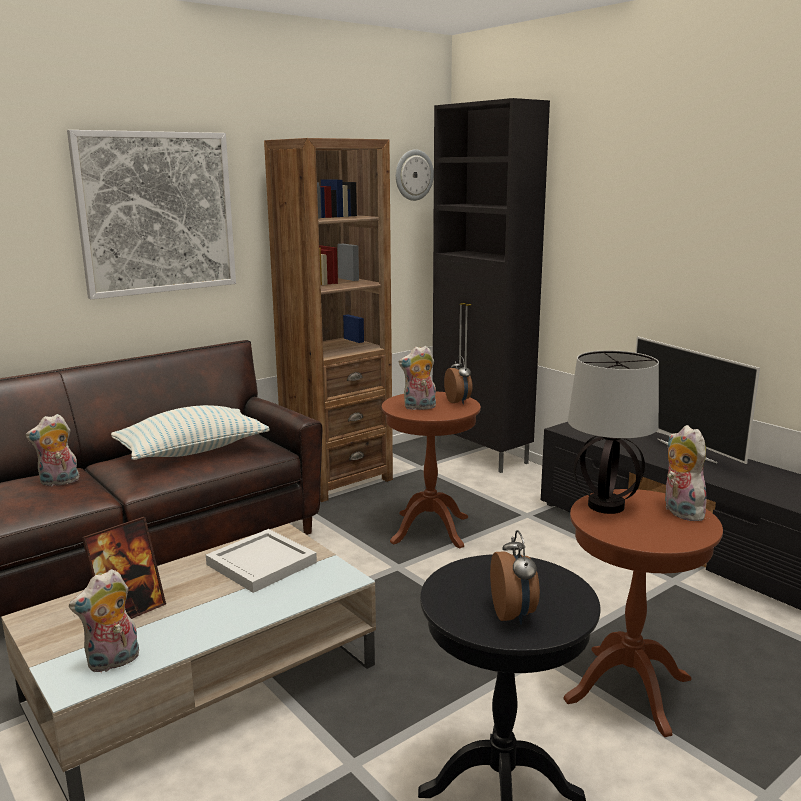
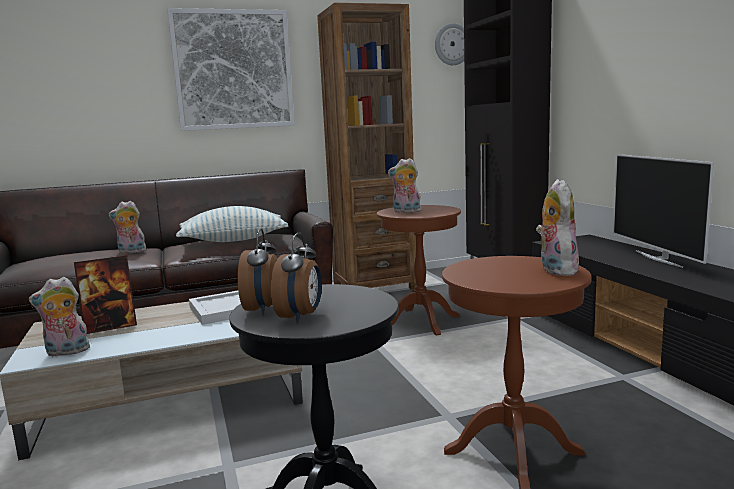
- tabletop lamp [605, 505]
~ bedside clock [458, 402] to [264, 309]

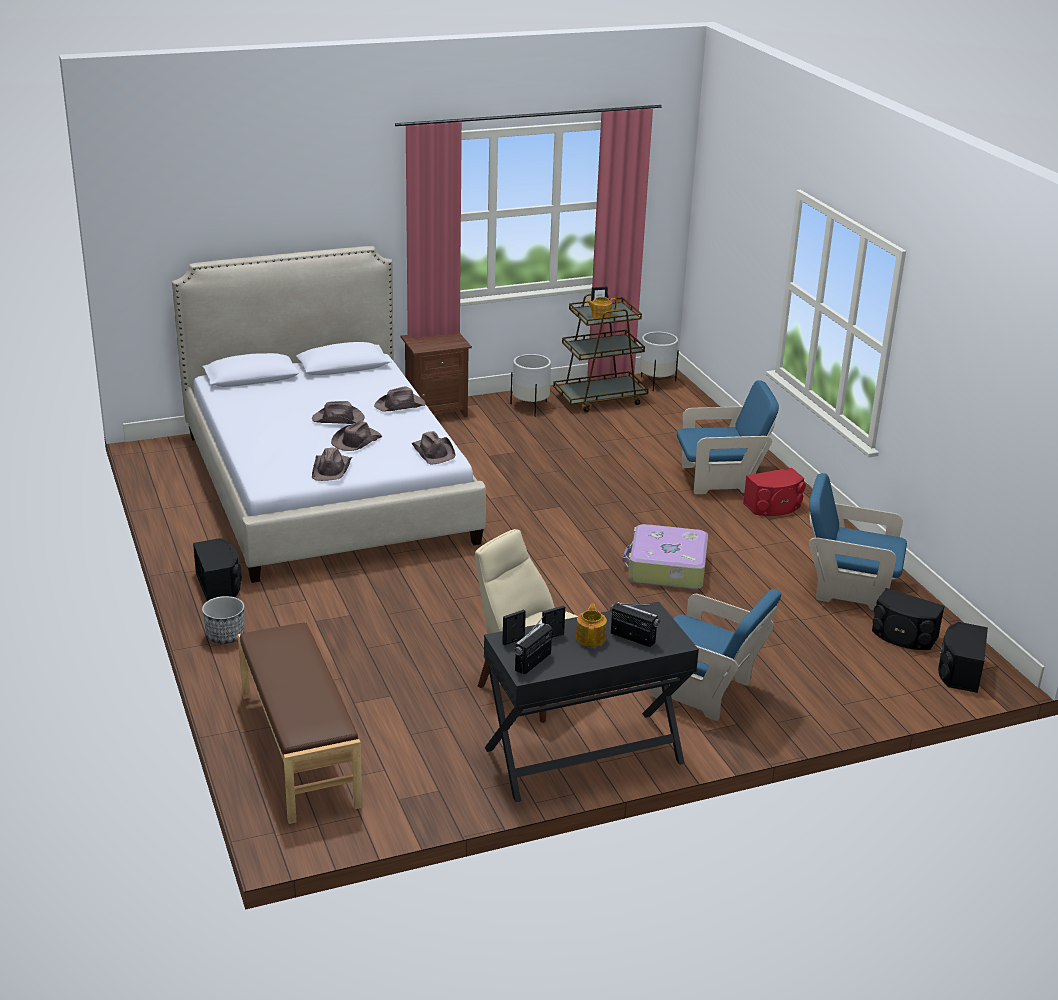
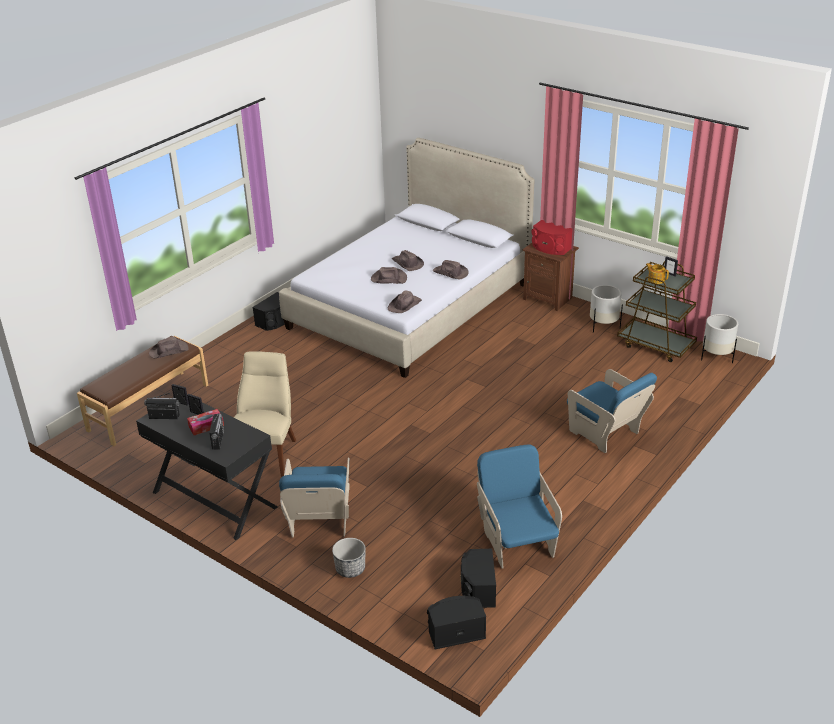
~ hat/brownish [332, 469] to [169, 351]
~ loudspeaker/reddish [774, 507] to [550, 248]
- piece of luggage [666, 568]
~ flower pot [225, 636] to [350, 569]
~ teapot [591, 637] to tissue holder [206, 426]

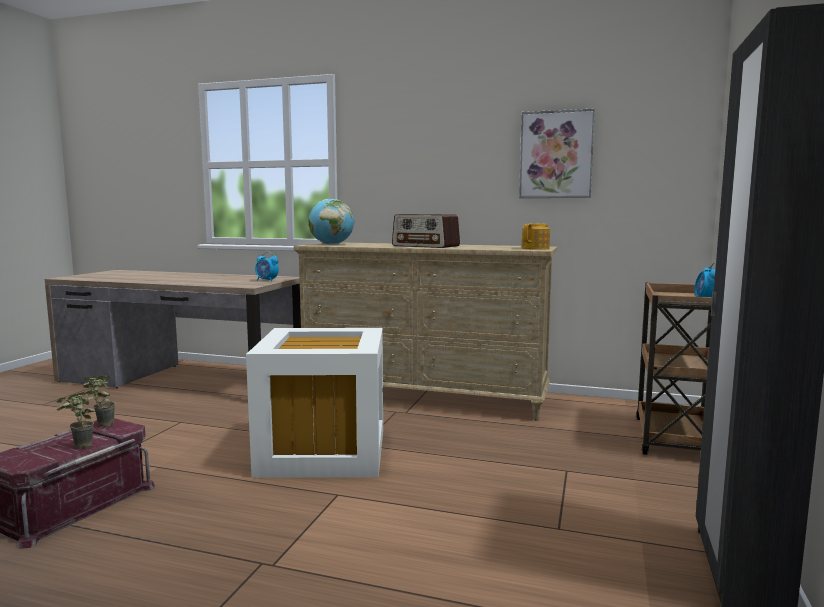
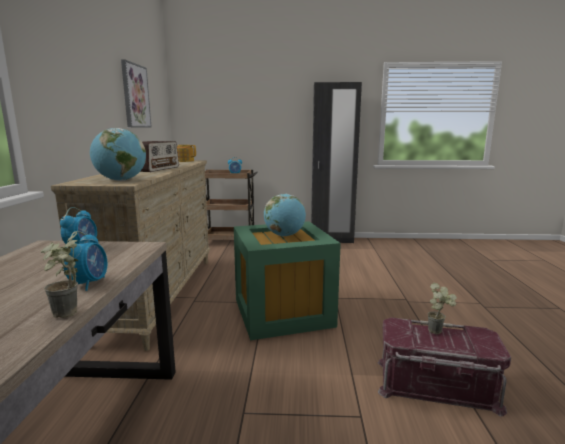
~ storage container/whitish [325, 452] to storage container/green [283, 311]
~ potted plant [100, 425] to [68, 316]
+ globe [284, 235]
+ bedside clock [89, 283]

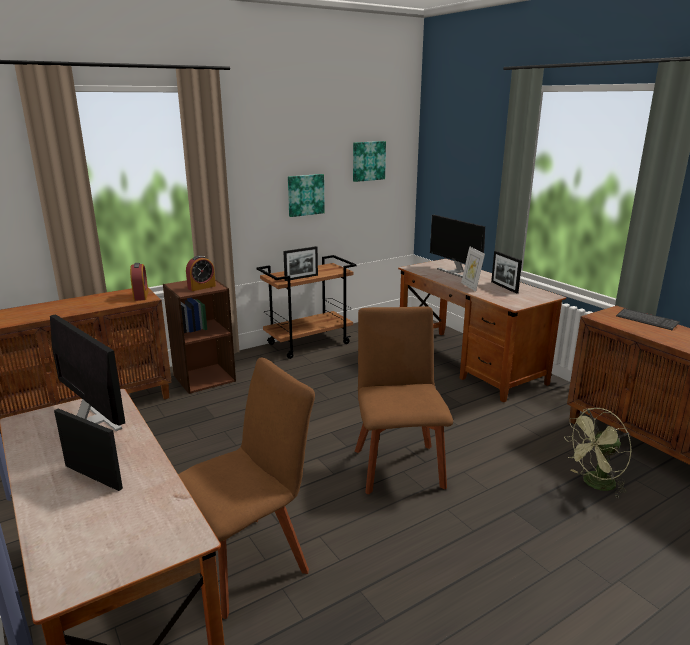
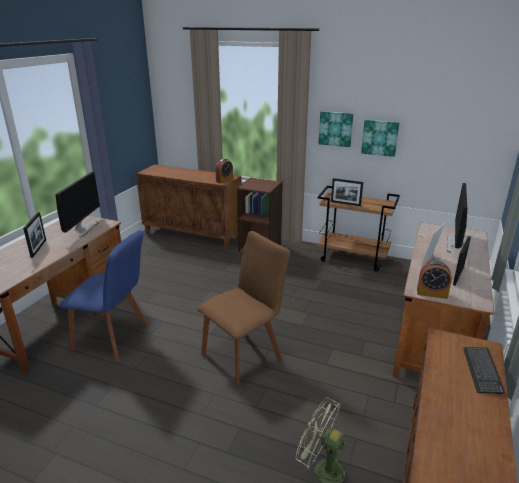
~ wall picture [368, 161] to [336, 128]
~ bedside clock [201, 287] to [432, 293]
~ upright chair/brownish [249, 560] to upright chair/blue [114, 338]

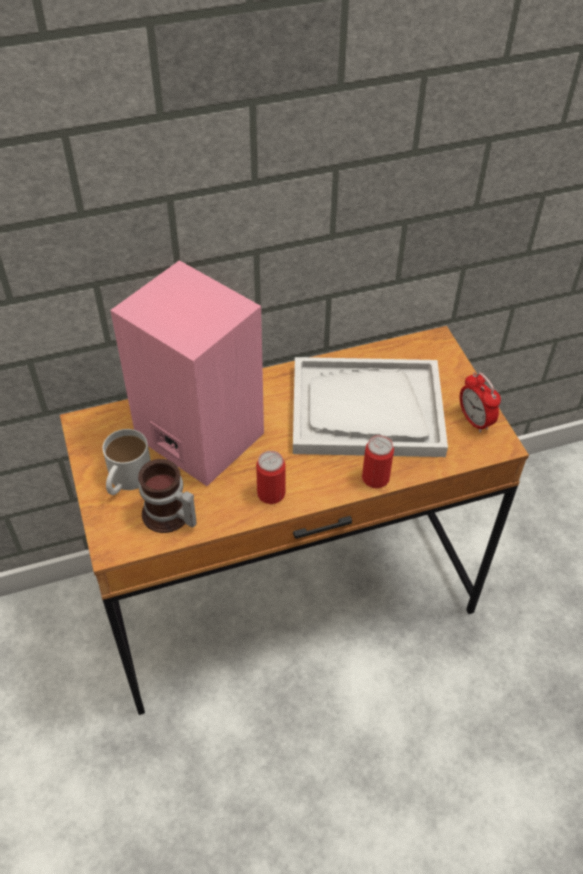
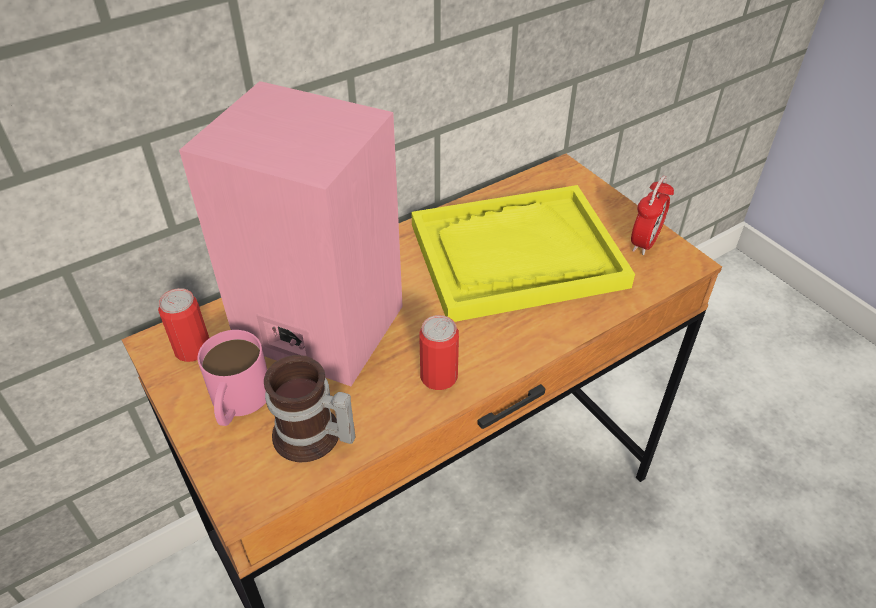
~ serving tray/whitish [366, 410] to serving tray/yellow-coloured [516, 256]
~ bedside clock [474, 420] = [644, 242] 105 degrees counterclockwise
~ tea mug/whitish [126, 479] to tea mug/pink [237, 402]
~ metal can [375, 478] to [193, 349]

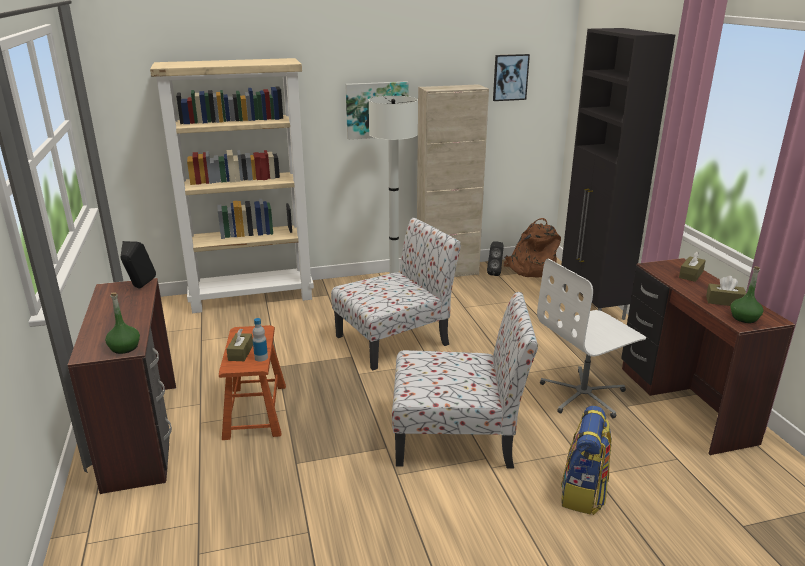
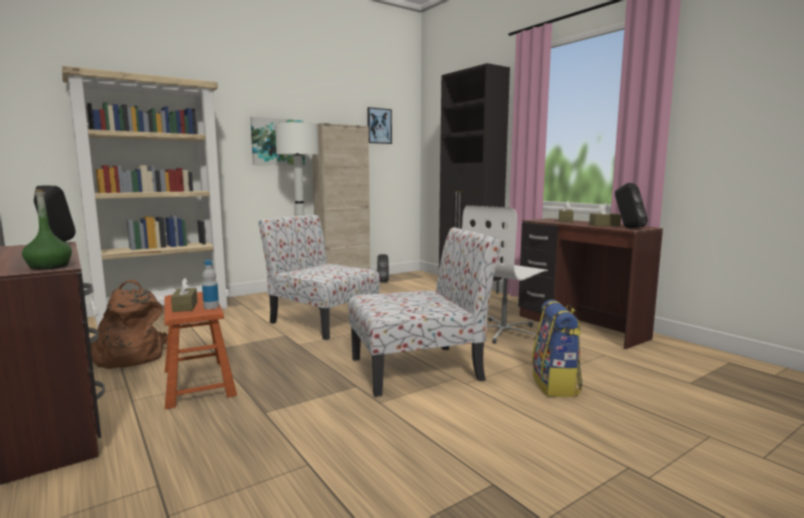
~ upright chair [395, 340] = [321, 322] 90 degrees counterclockwise
~ backpack/brownish [531, 269] to [128, 357]
~ drink bottle/green [744, 318] to loudspeaker/black-coloured [628, 228]

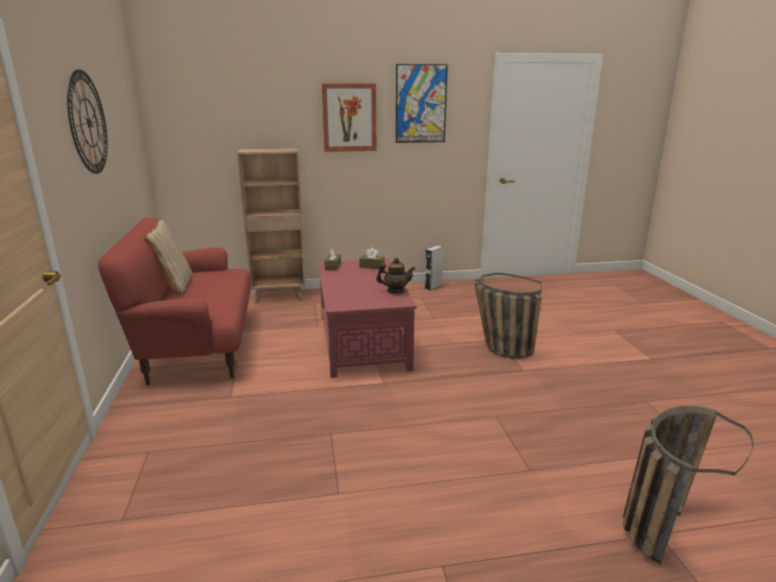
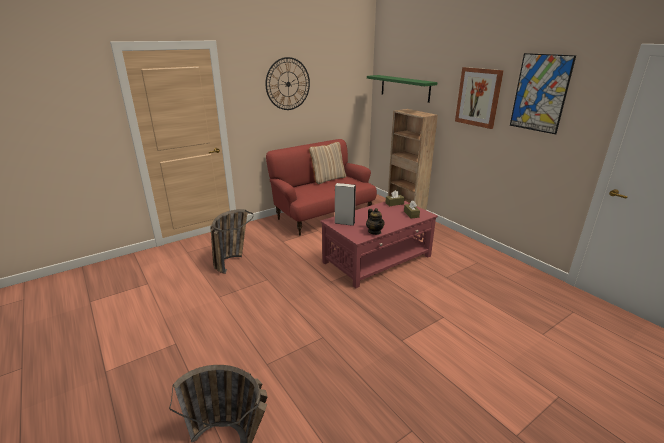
~ loudspeaker/greyish [433, 287] to [344, 222]
~ storage basket [498, 347] to [232, 260]
+ shelf/green [405, 88]

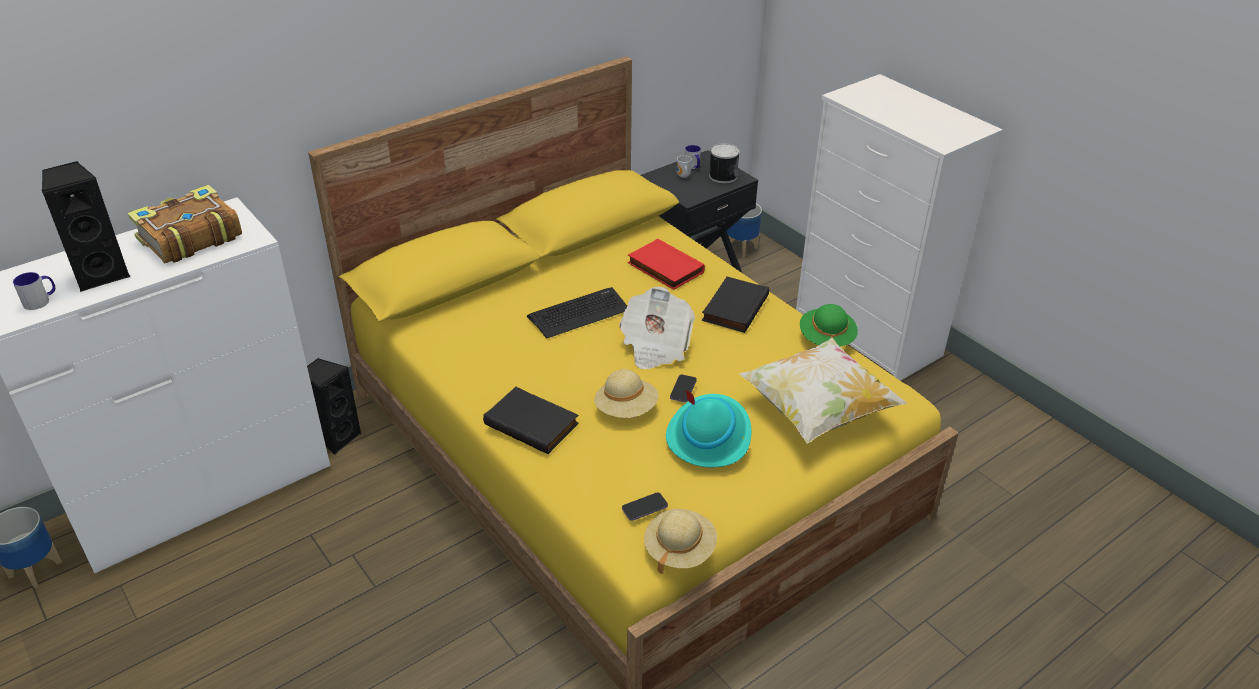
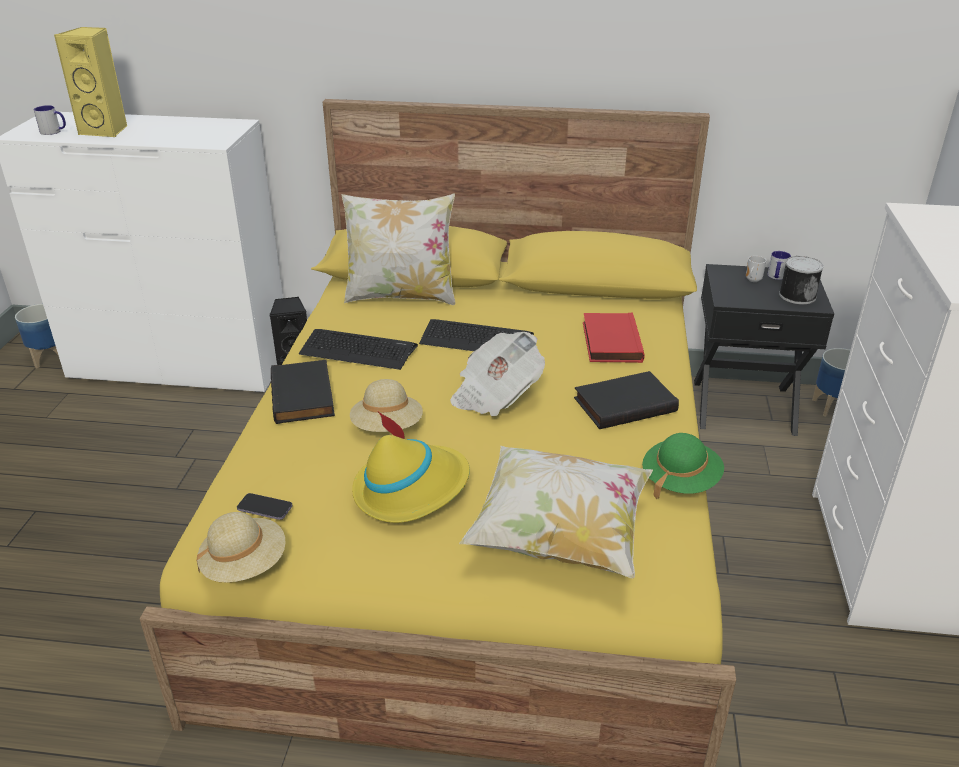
~ loudspeaker/black-coloured [101, 274] to loudspeaker/yellow-coloured [106, 131]
- book [189, 238]
- telephone [683, 389]
~ hat/blue-green [709, 436] to hat/yellow-coloured [411, 489]
+ cushion [401, 296]
+ PC keyboard [358, 350]

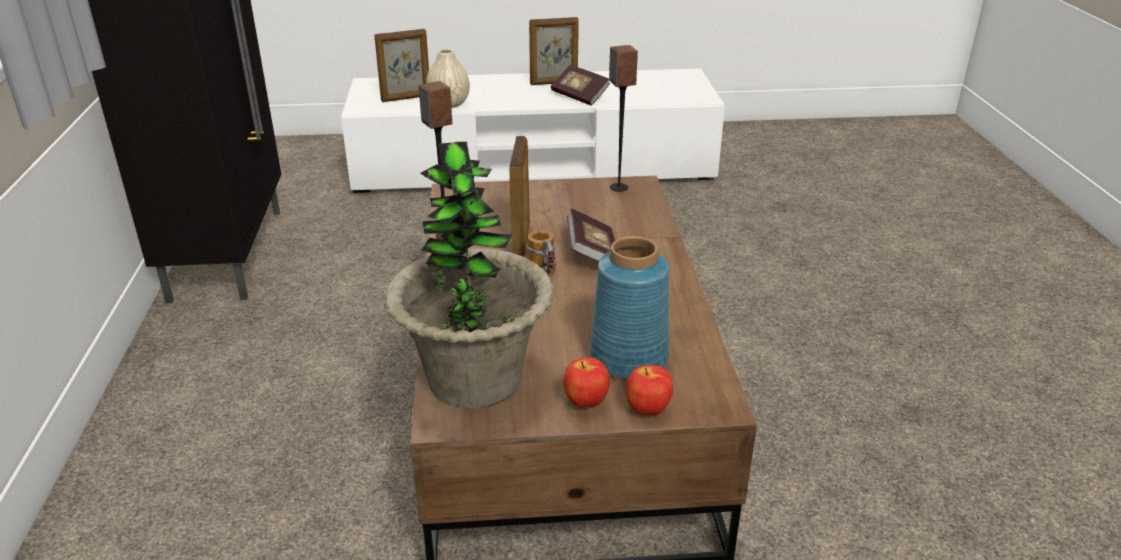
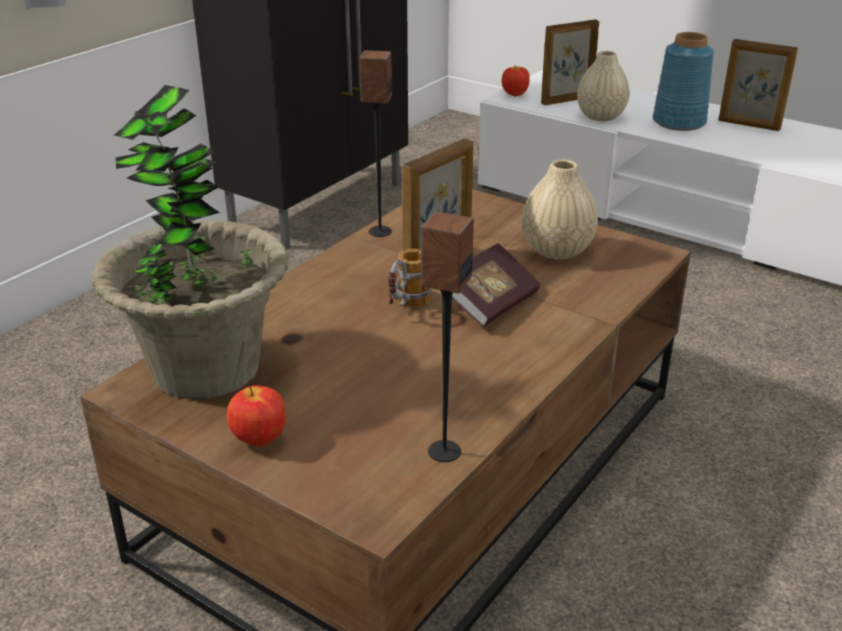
~ standing frame [406, 98] = [566, 100] 135 degrees clockwise
~ loudspeaker [618, 187] to [443, 451]
- book [580, 96]
~ flower vase/blue [627, 358] to [678, 122]
~ apple fruit [647, 410] to [514, 95]
+ flower vase/beige-coloured [557, 250]

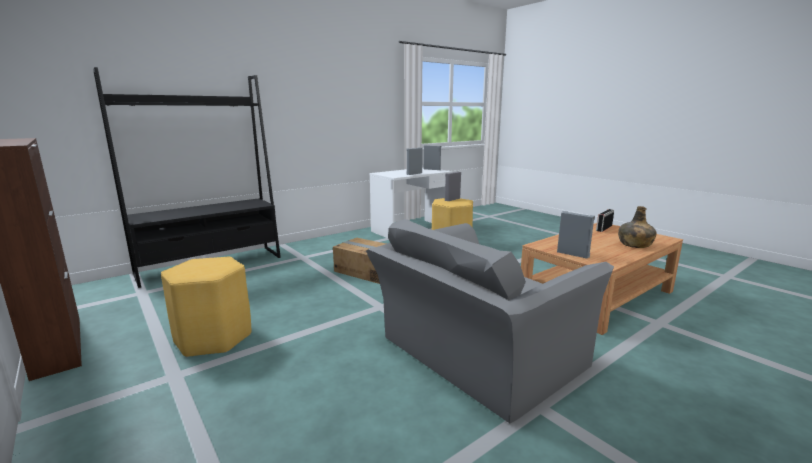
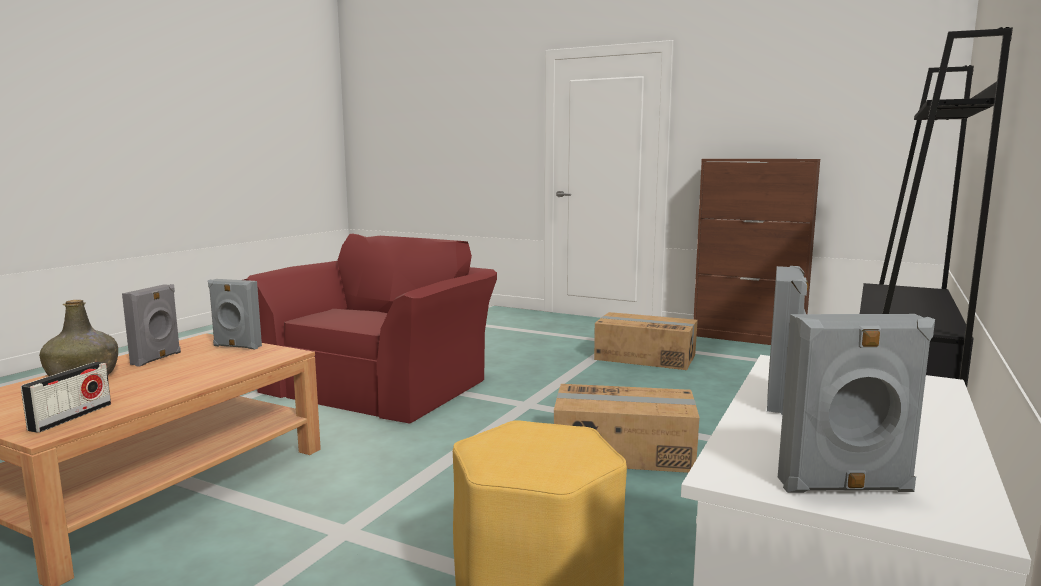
~ loudspeaker/greyish [452, 199] to [157, 358]
~ armchair/greyish [475, 355] to armchair/reddish [381, 384]
~ sitting stool/yellow-coloured [213, 338] to packing box [645, 357]

